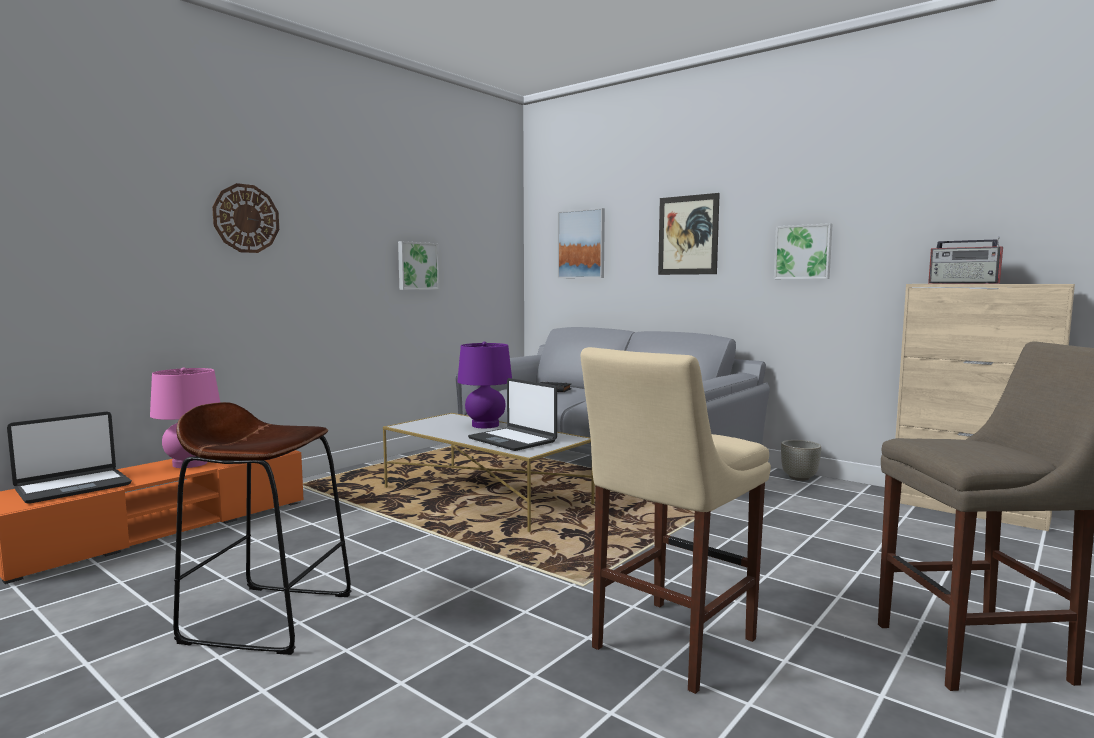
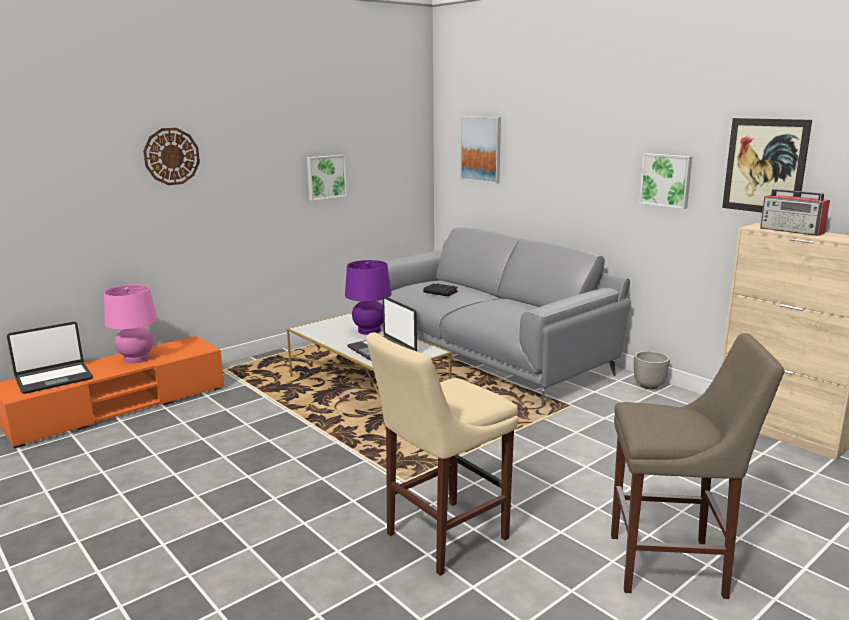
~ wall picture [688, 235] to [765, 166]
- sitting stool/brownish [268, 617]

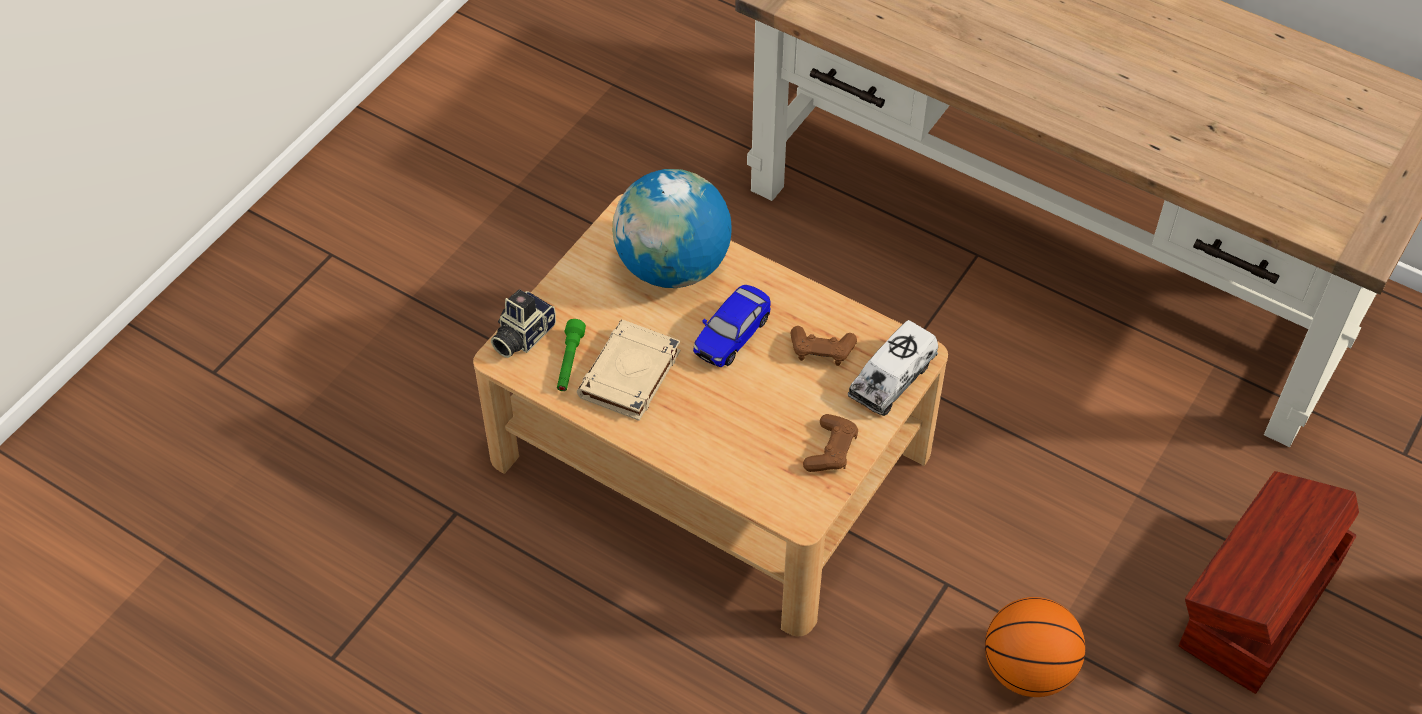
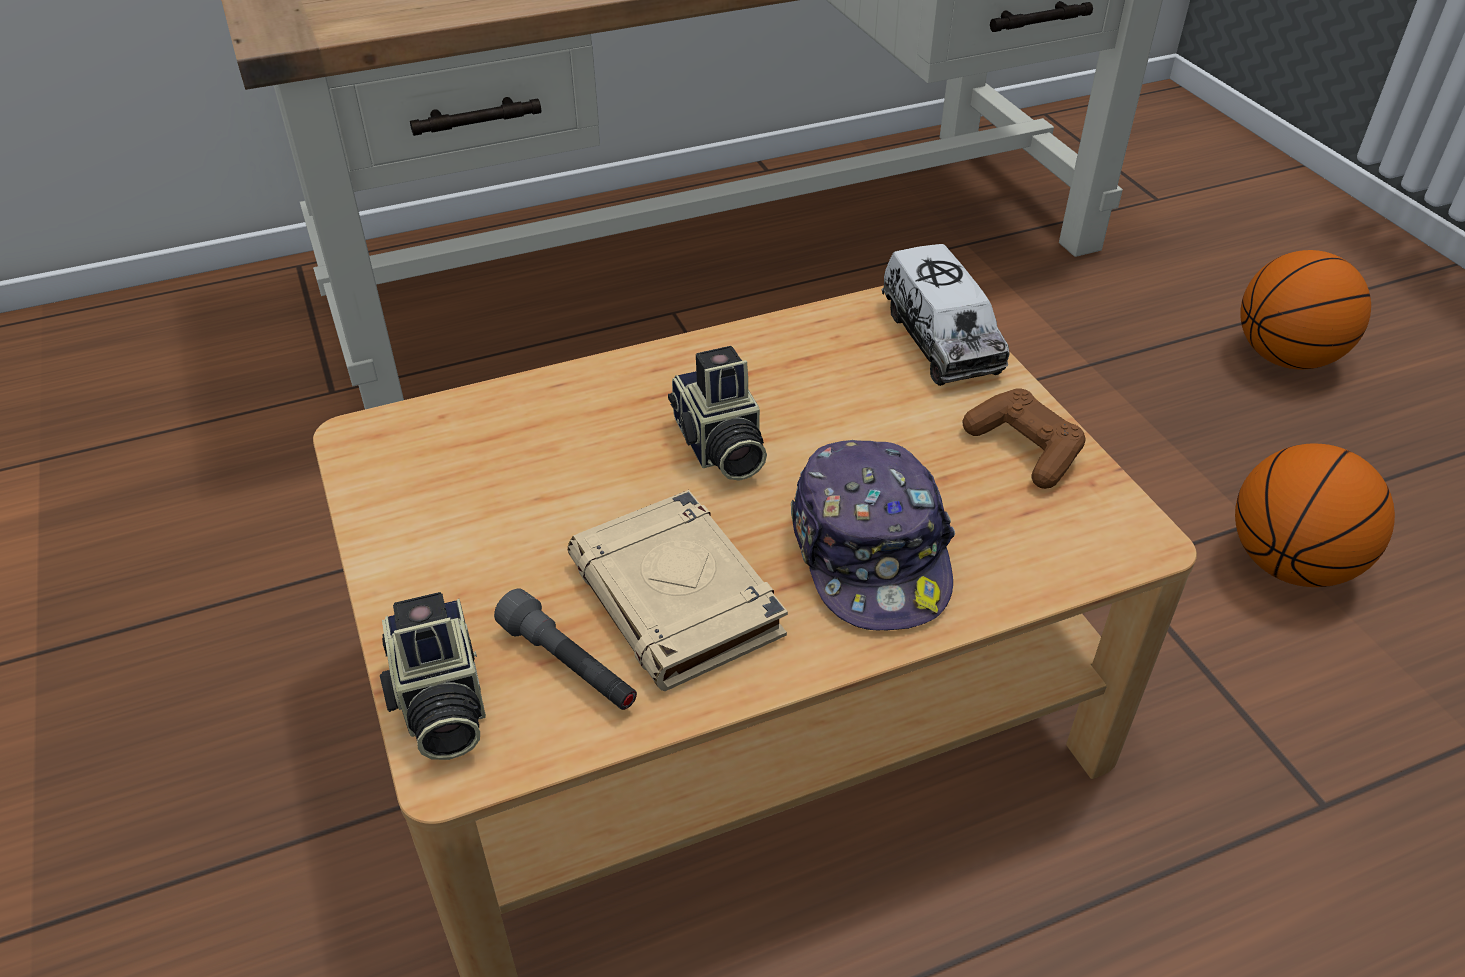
- globe [672, 266]
~ miniature car [731, 336] to photo camera [718, 447]
~ flashlight/green [569, 362] to flashlight/greyish [569, 665]
- joypad/brownish [821, 351]
~ storage container/brownish [1256, 604] to ball for basketball [1285, 357]
+ peaked cap [871, 553]

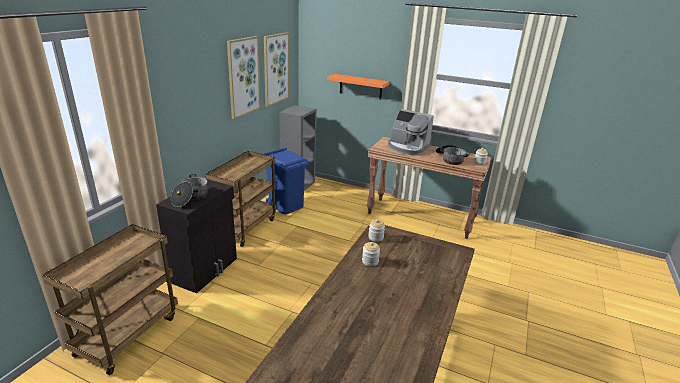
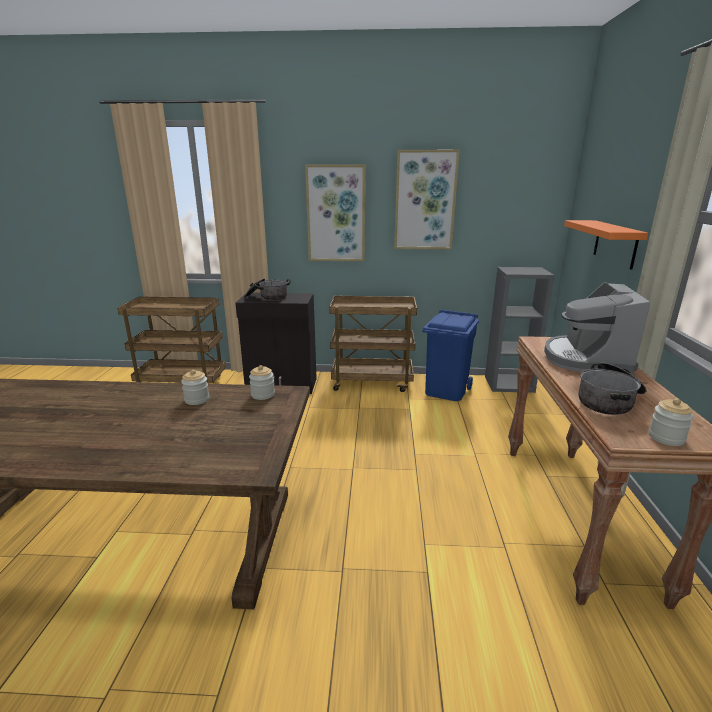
~ wall picture [275, 69] to [336, 214]

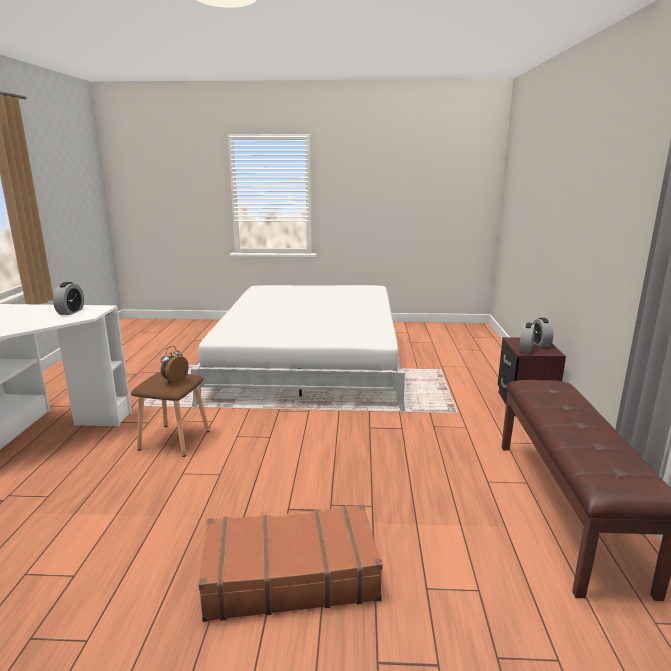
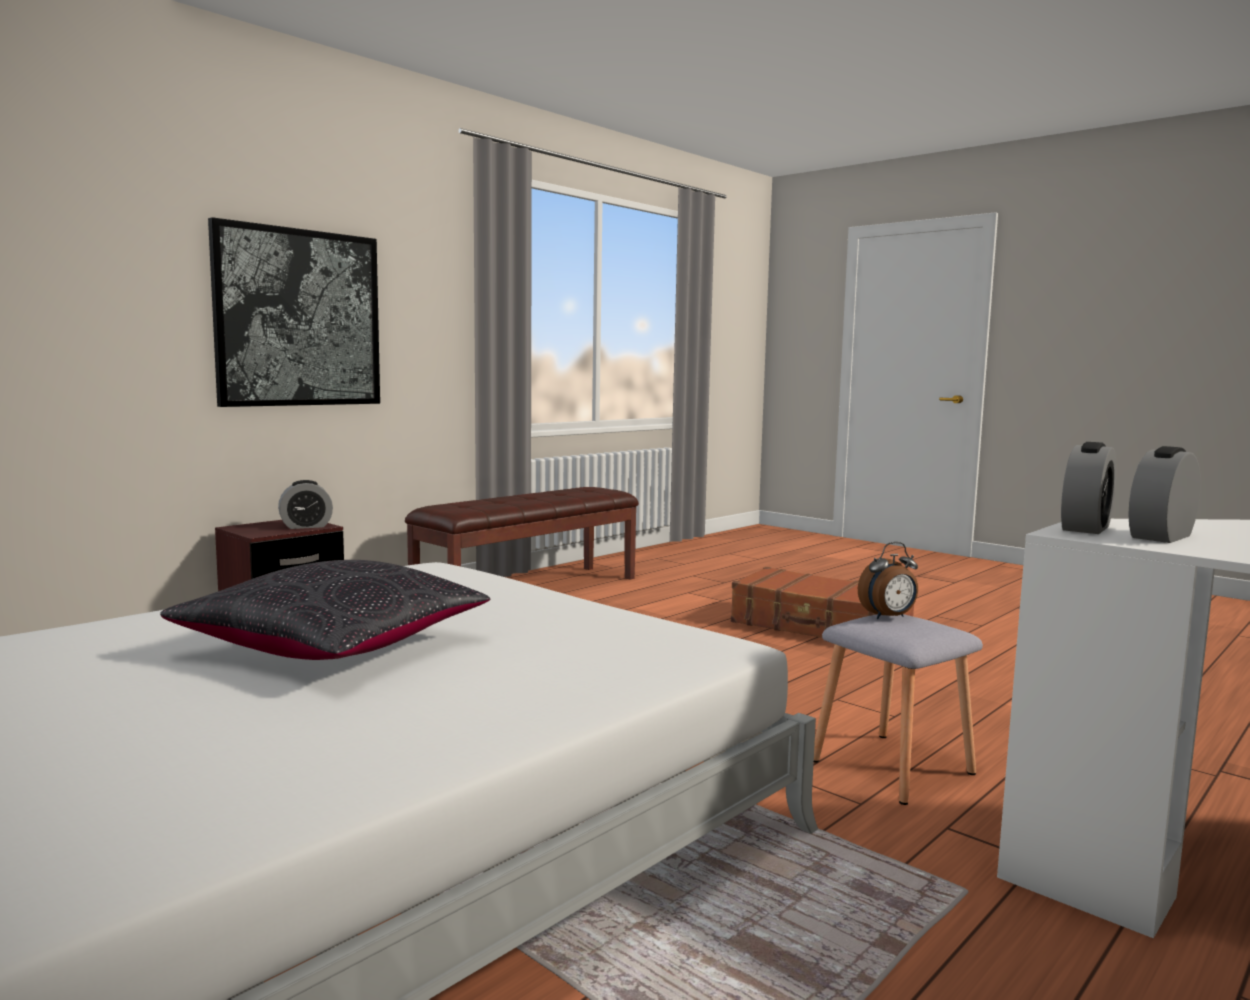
~ bedside clock [540, 343] to [1085, 528]
~ sitting stool/brownish [174, 440] to sitting stool/greyish [892, 766]
+ wall picture [298, 318]
+ cushion/black-coloured [333, 646]

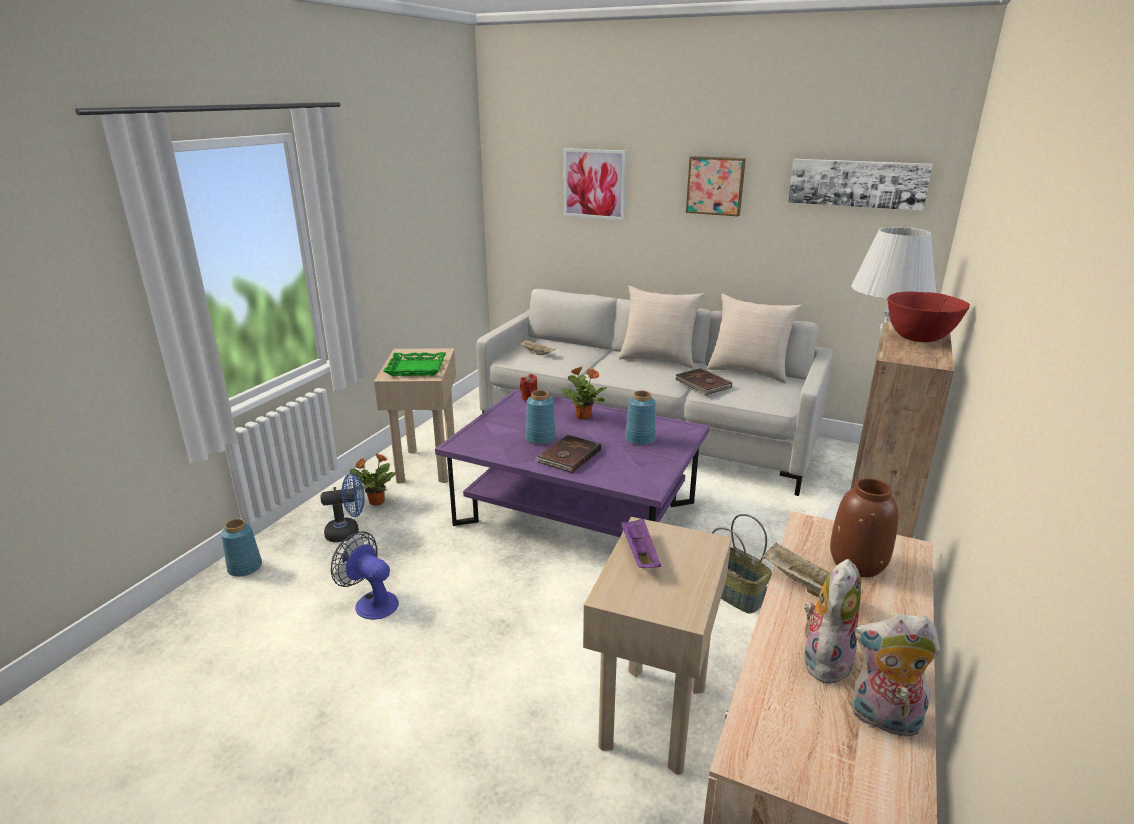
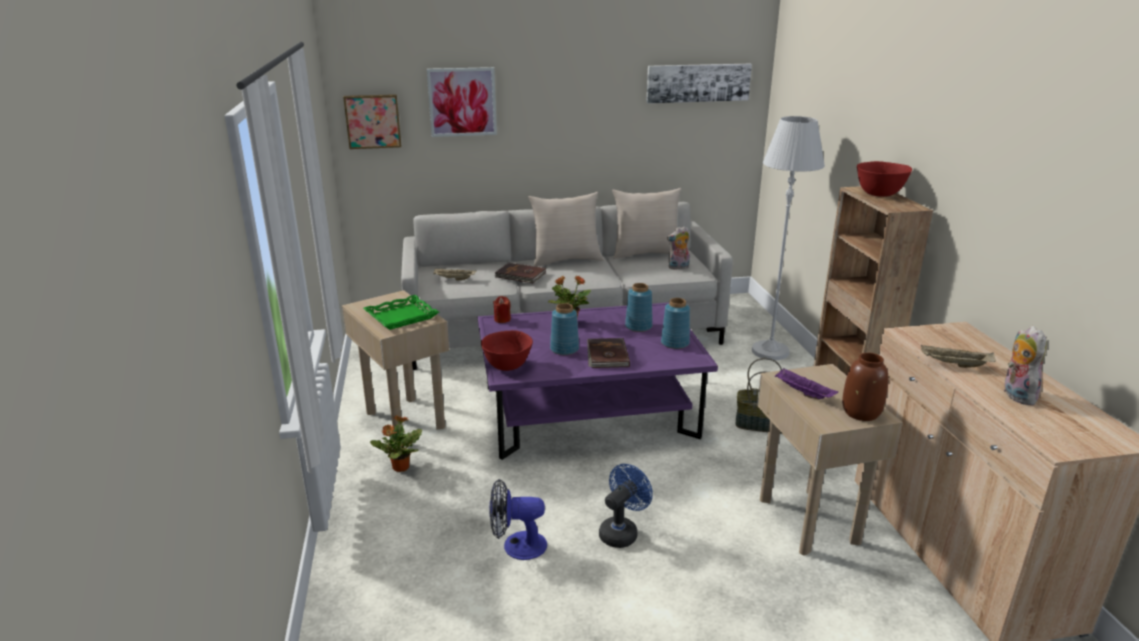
~ wall picture [715, 185] to [373, 121]
~ book/brownish [702, 384] to [520, 275]
~ fan/blue [348, 532] to [622, 532]
~ flower vase/brownish [856, 563] to [860, 413]
~ flower vase/blue [245, 567] to [675, 343]
~ plush toy [883, 720] to [678, 267]
+ serving bowl/reddish [507, 365]

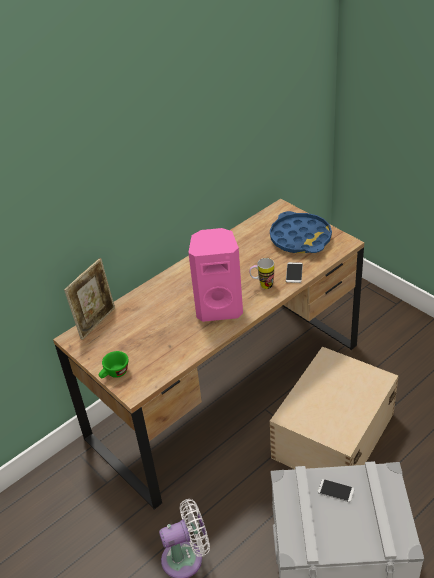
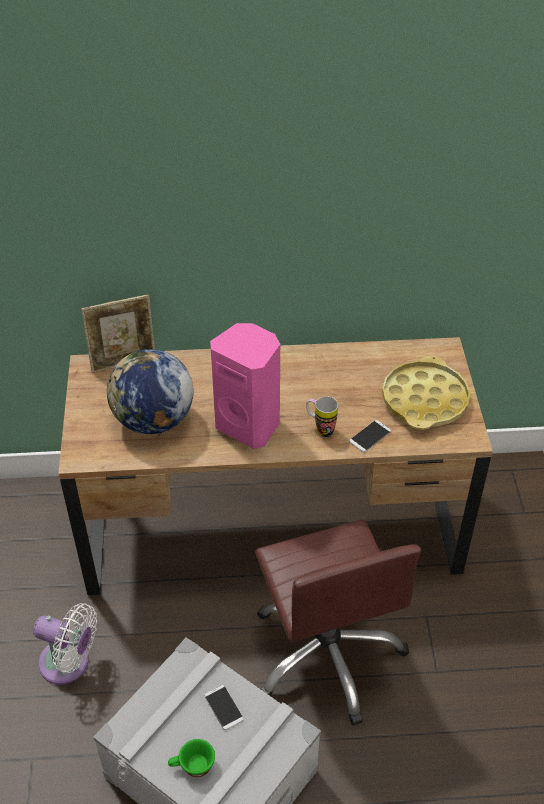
~ serving tray/blue [300, 238] to serving tray/yellow-coloured [425, 400]
~ storage container/beige-coloured [332, 436] to desk chair/brownish [327, 653]
~ drinking cup/green [114, 374] to [192, 767]
+ globe [153, 421]

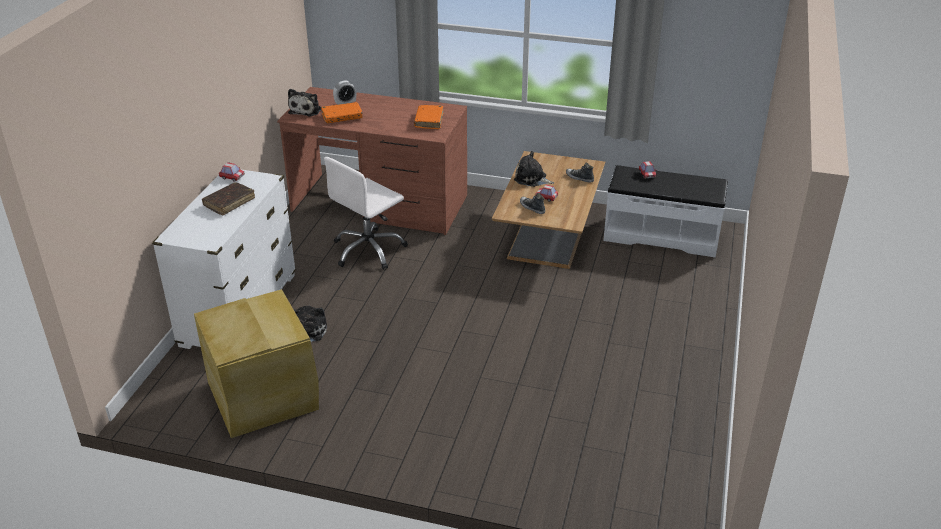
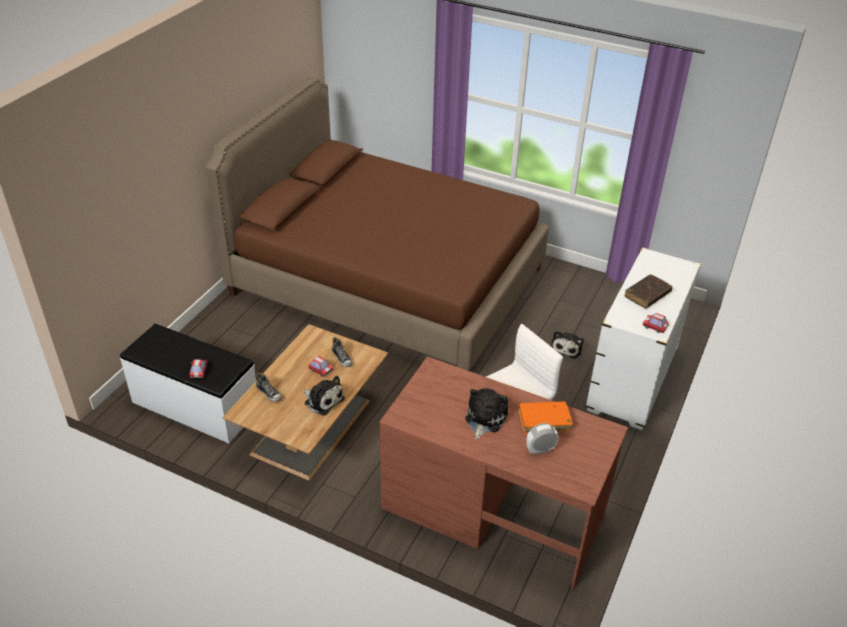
~ plush toy [306, 110] to [484, 418]
- book/orange [429, 121]
- storage container/beige-coloured [263, 394]
+ bedroom bed/brownish [388, 281]

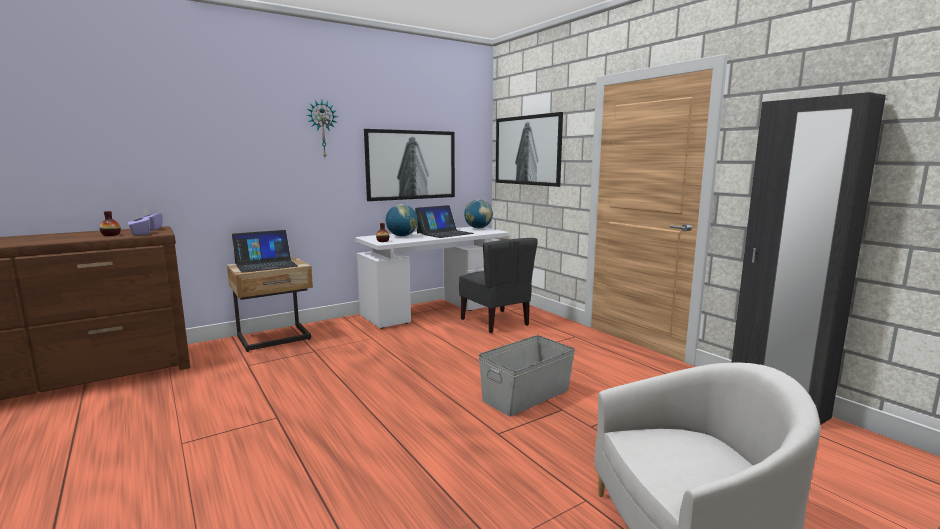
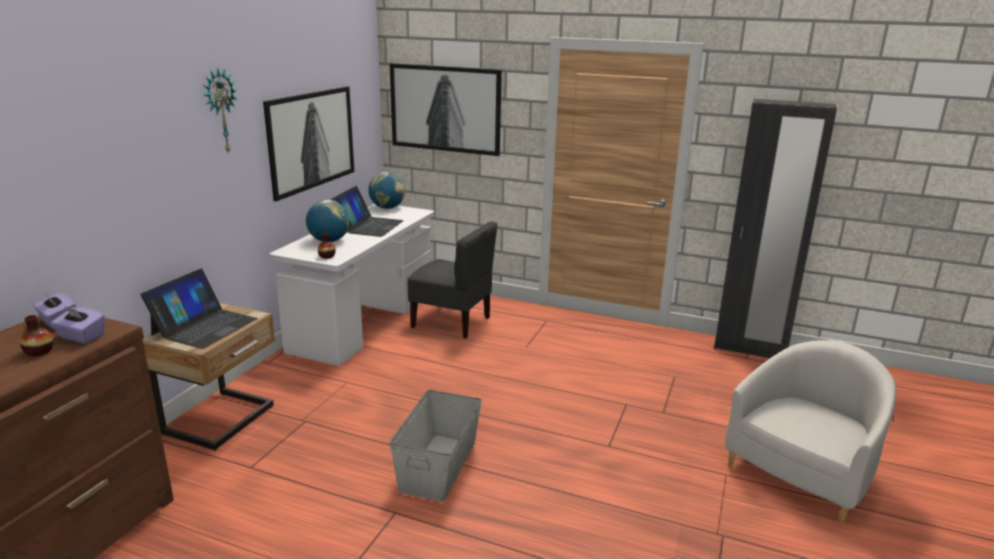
~ storage container/greyish [527, 395] to [439, 465]

